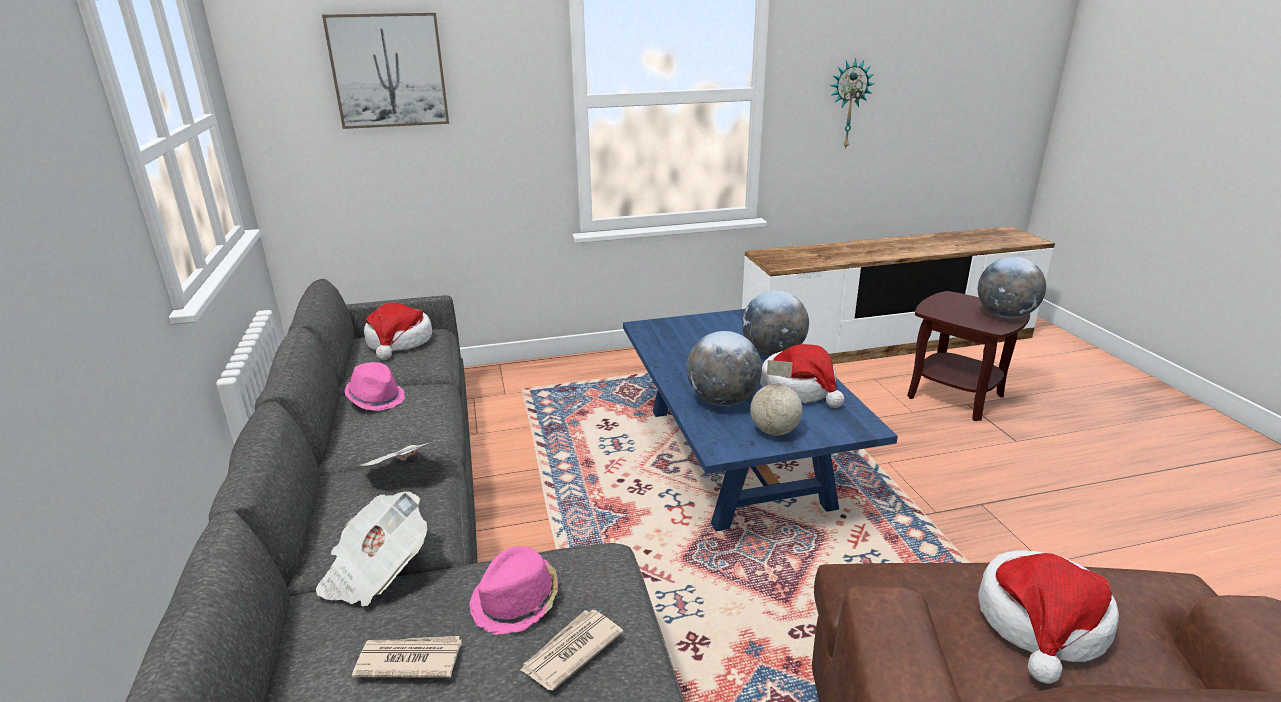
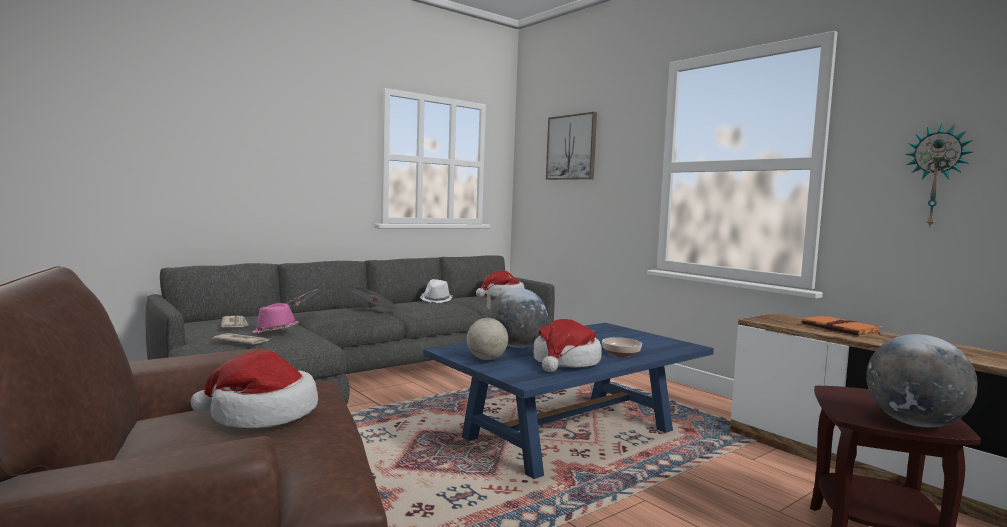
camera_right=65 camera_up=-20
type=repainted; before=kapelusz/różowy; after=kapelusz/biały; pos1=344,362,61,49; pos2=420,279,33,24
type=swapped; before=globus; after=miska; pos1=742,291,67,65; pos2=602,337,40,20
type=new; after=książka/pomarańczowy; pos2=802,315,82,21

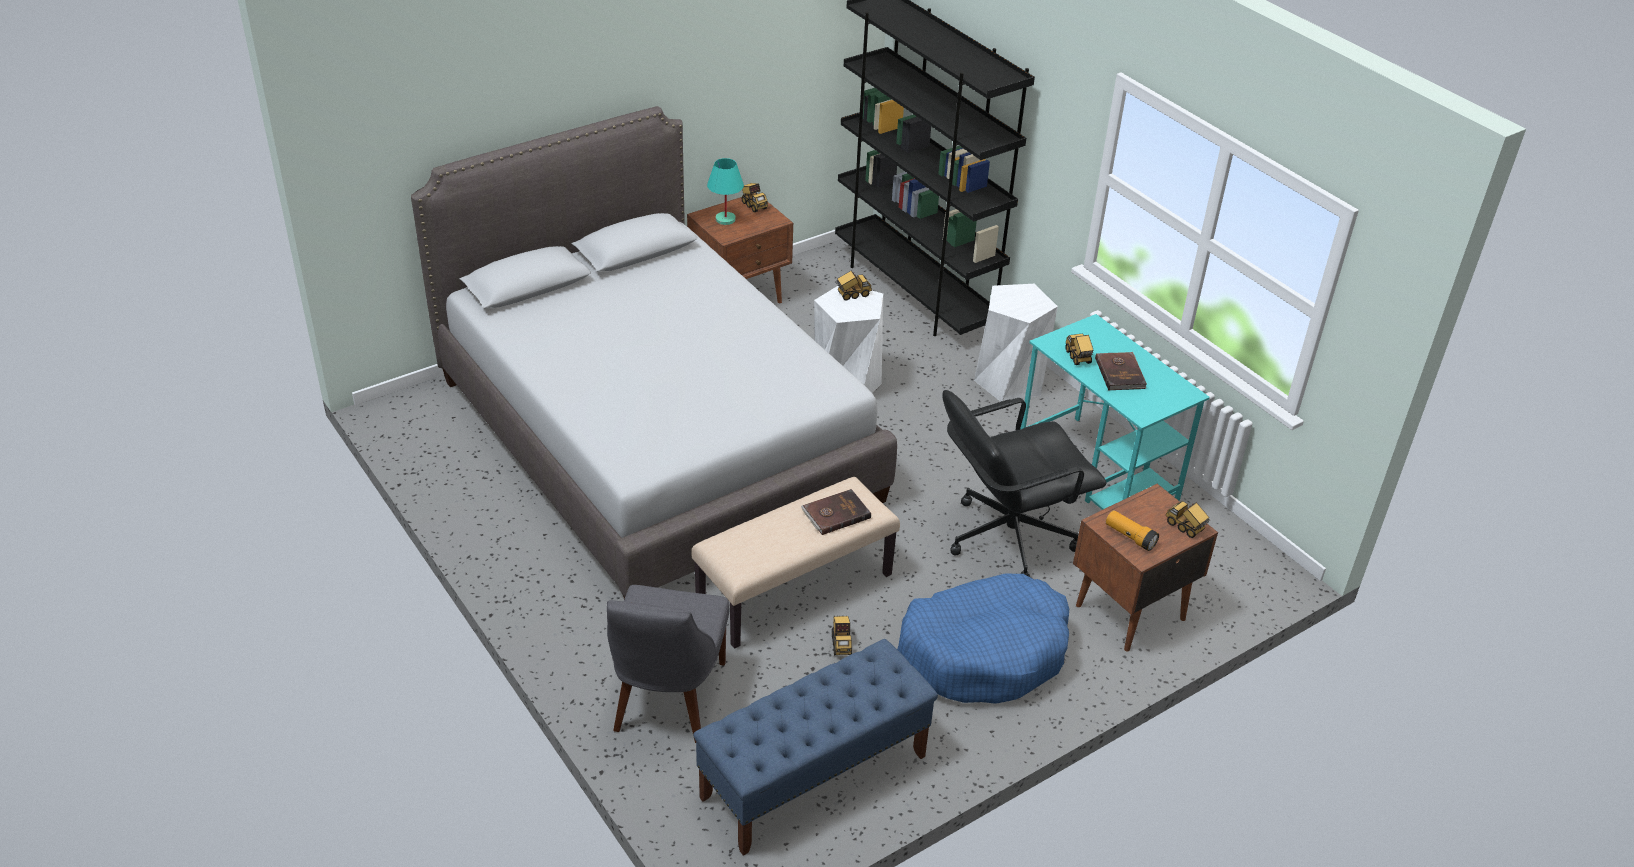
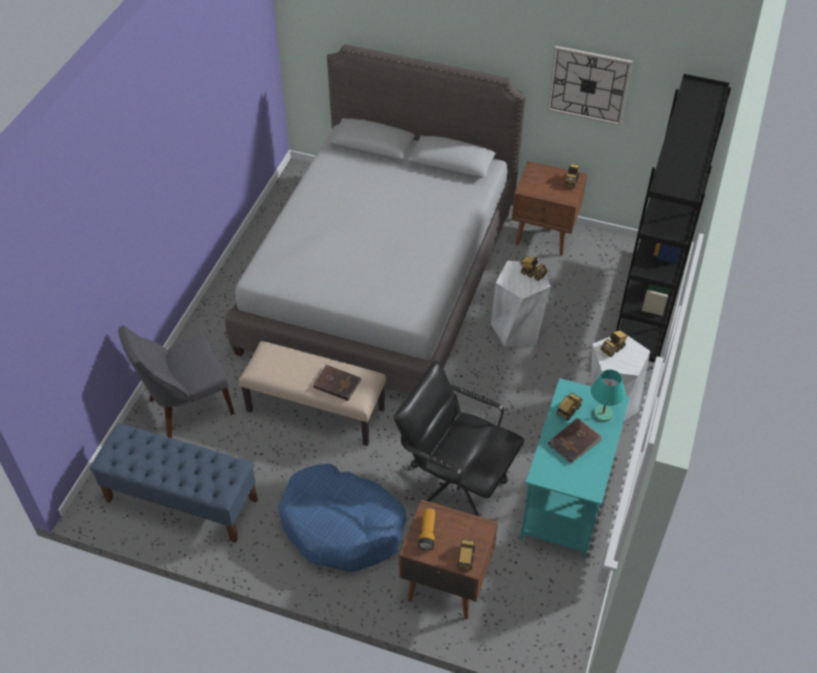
camera_right=55 camera_up=10
type=shifted; before=lampa stołowa/turkusowy; pos1=707,158,37,67; pos2=591,370,34,52
type=shifted; before=ciężarówka zabawkowa; pos1=832,615,20,40; pos2=600,330,28,27
type=new; after=zegar ścienny; pos2=547,46,85,80

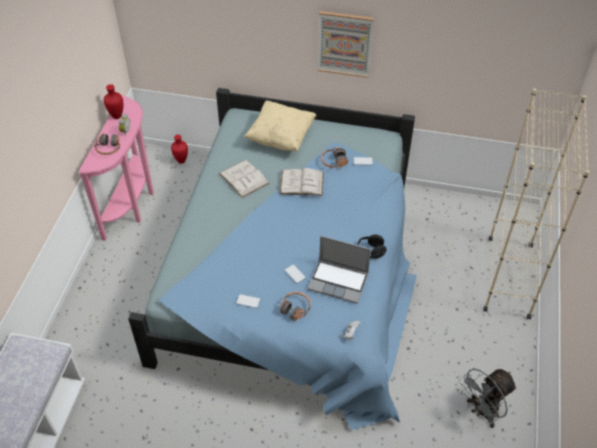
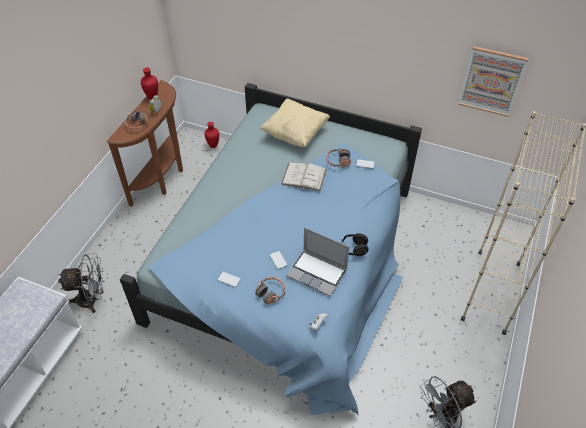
camera_right=10 camera_up=0
type=repainted; before=stolik konsolowy/różowy; after=stolik konsolowy/brązowy; pos1=79,95,75,146; pos2=107,80,76,127
type=gone; before=książka/biały; pos1=219,160,50,38
type=shifted; before=obraz; pos1=318,11,56,67; pos2=458,46,71,71
type=new; after=wentylator/szary; pos2=58,253,46,60

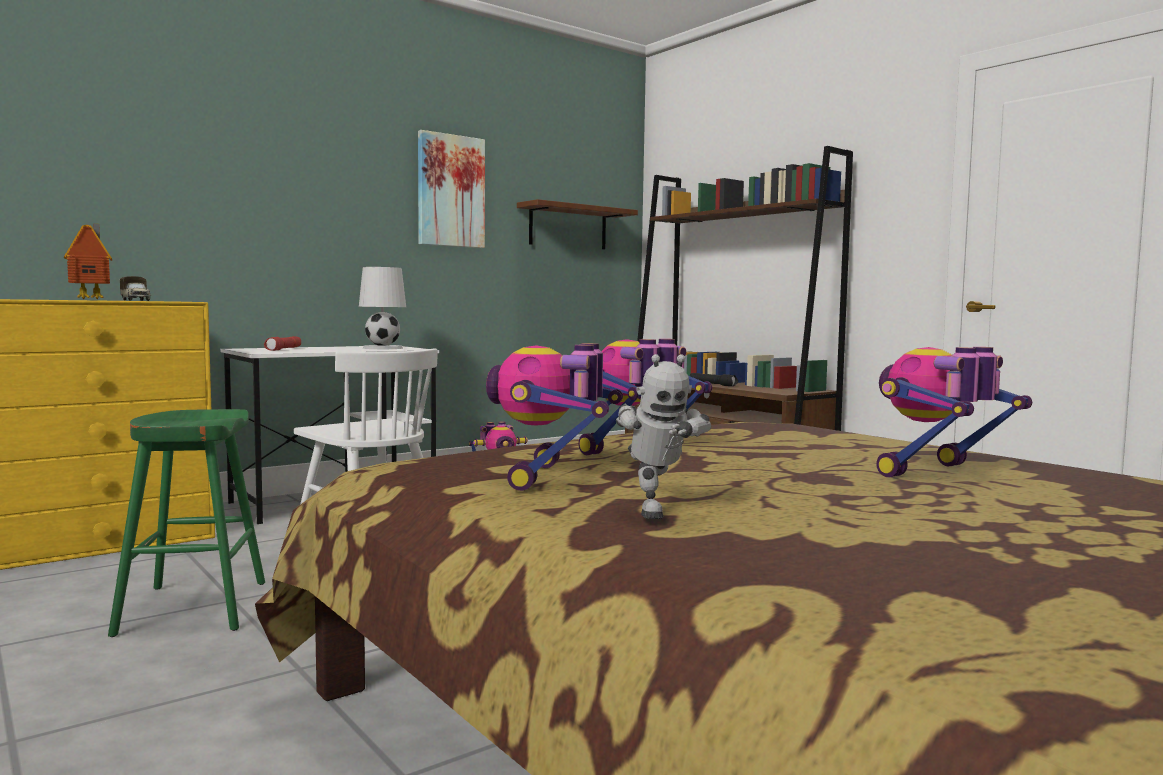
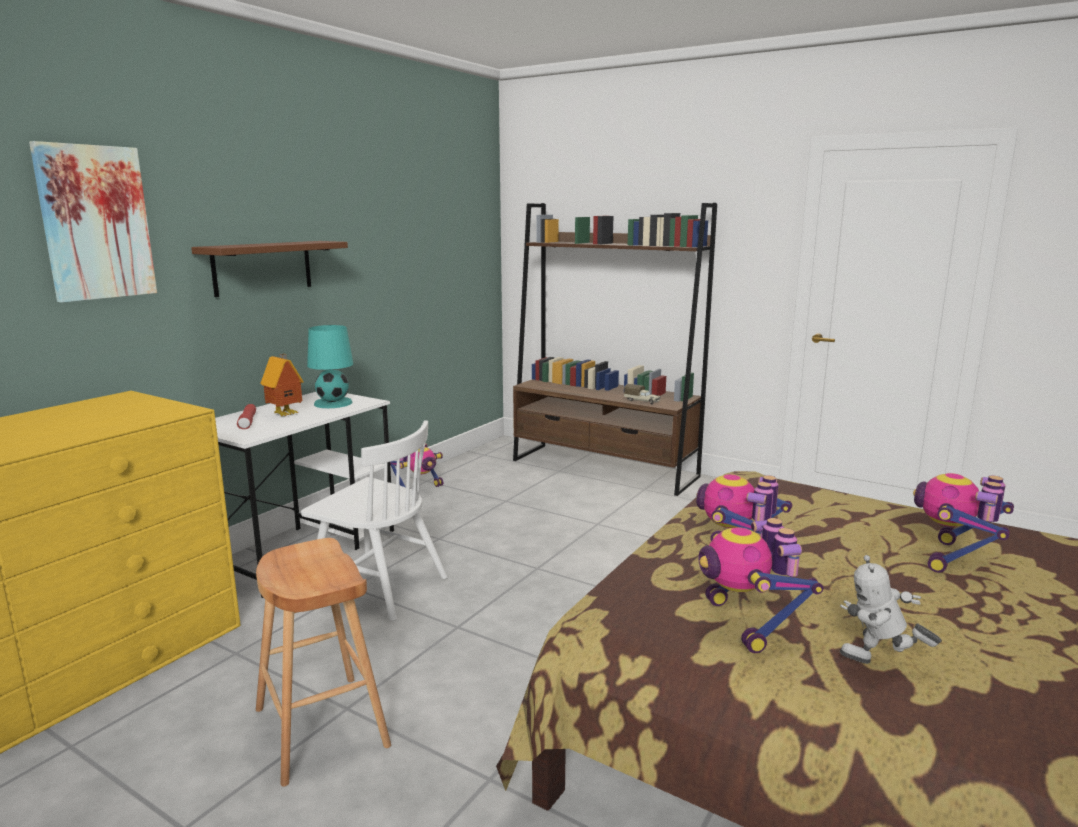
camera_right=-20 camera_up=10
type=shifted; before=domek; pos1=64,223,48,76; pos2=260,354,44,63
type=repainted; before=stołek/zielony; after=stołek/brązowy; pos1=108,409,157,228; pos2=256,538,135,249
type=shifted; before=ciężarówka zabawkowa; pos1=120,276,31,25; pos2=624,384,37,20
type=repainted; before=lampa stołowa/biały; after=lampa stołowa/turkusowy; pos1=359,267,47,82; pos2=307,325,46,83
type=shifted; before=obraz; pos1=418,130,67,118; pos2=29,141,128,162
type=shifted; before=półka/brązowy; pos1=517,199,121,50; pos2=191,241,157,56
type=rotated; before=robot zabawkowy; pos1=616,354,95,165; pos2=840,555,102,109; turn=135
type=gone; before=latarka/czarny; pos1=690,373,48,13

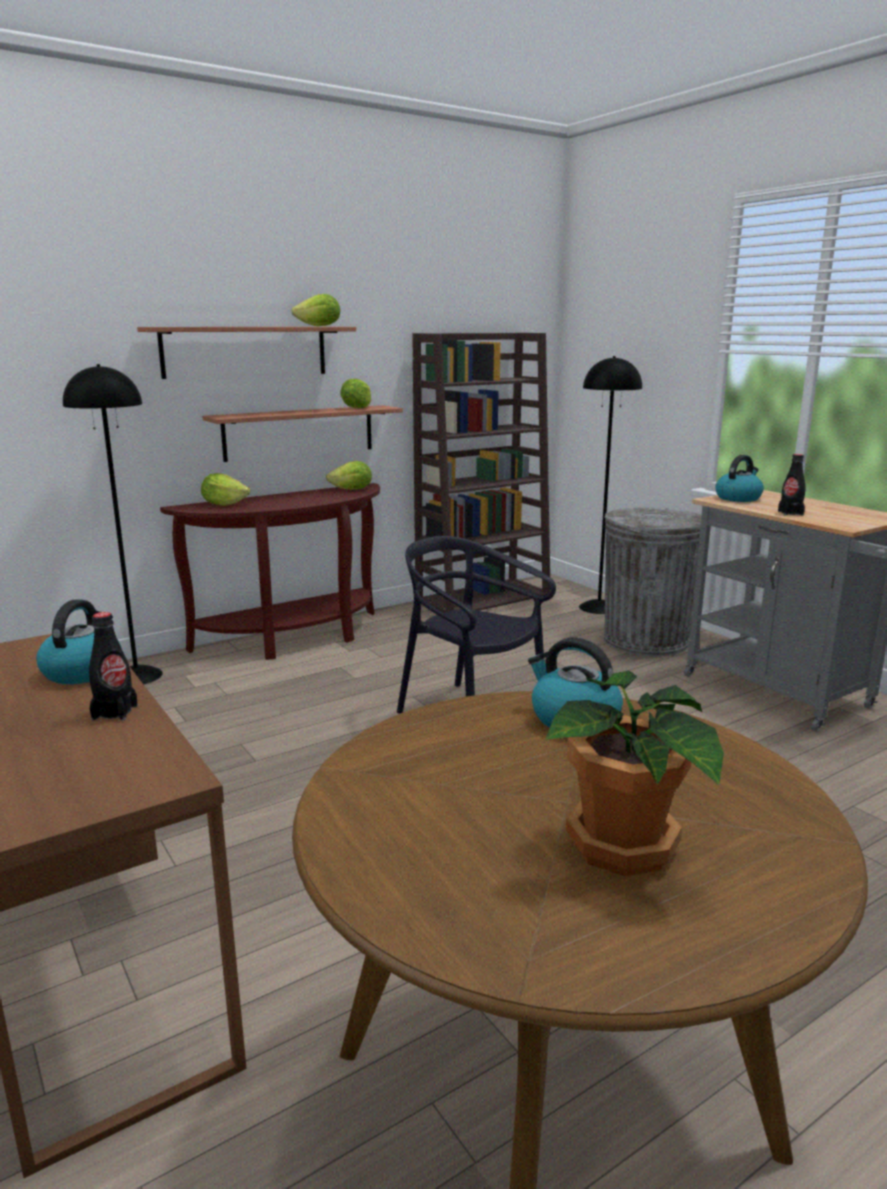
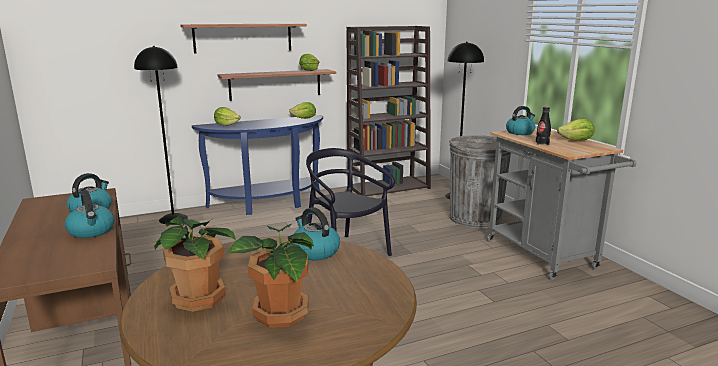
camera_right=10 camera_up=0
type=swapped; before=butelka/czarny; after=czajnik; pos1=89,612,49,109; pos2=65,190,49,48
type=repainted; before=stolik konsolowy/brązowy; after=stolik konsolowy/niebieski; pos1=160,483,220,177; pos2=192,115,131,100
type=shifted; before=sałata; pos1=291,294,49,32; pos2=557,119,38,22
type=new; after=roślina doniczkowa; pos2=154,216,82,96

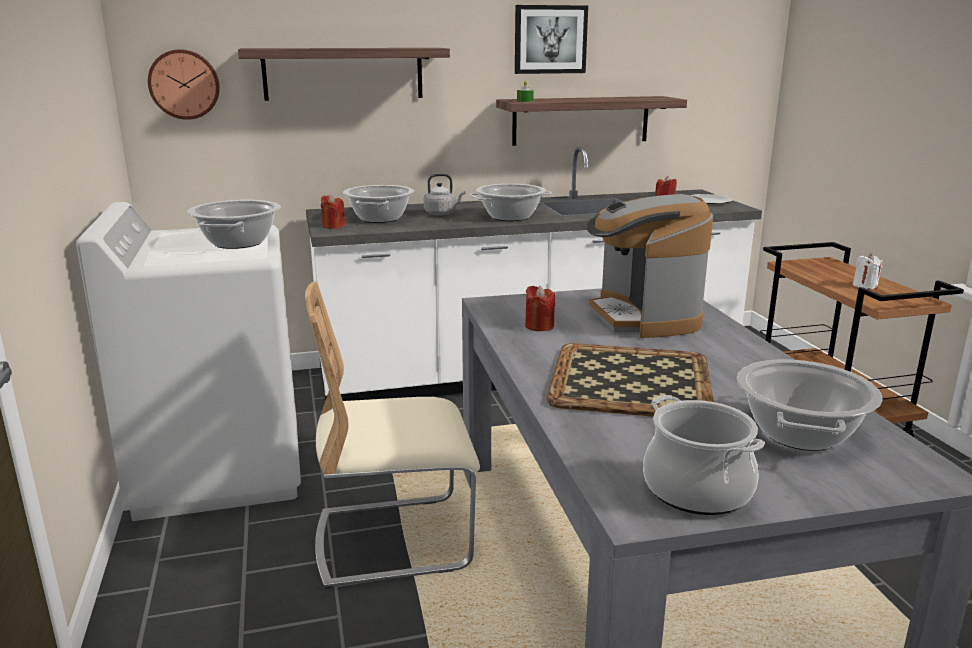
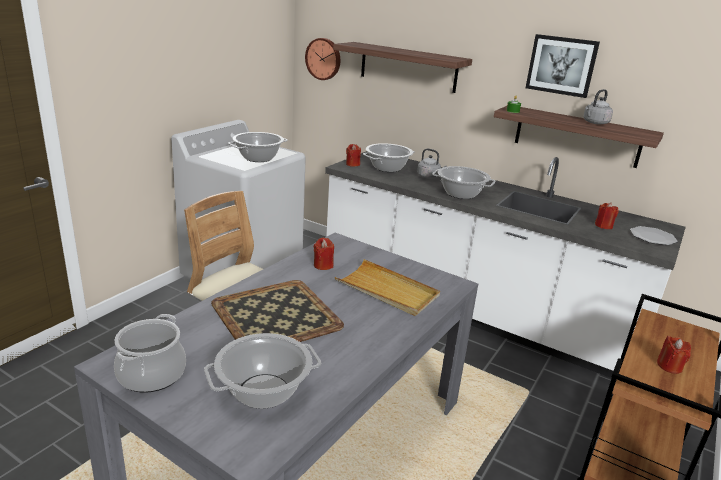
camera_right=45 camera_up=5
type=swapped; before=ekspres do kawy; after=taca/beżowy; pos1=587,194,126,144; pos2=335,259,105,57
type=repainted; before=świeca/biały; after=świeca/czerwony; pos1=853,253,30,36; pos2=657,336,34,38
type=new; after=czajnik/szary; pos2=583,89,30,36

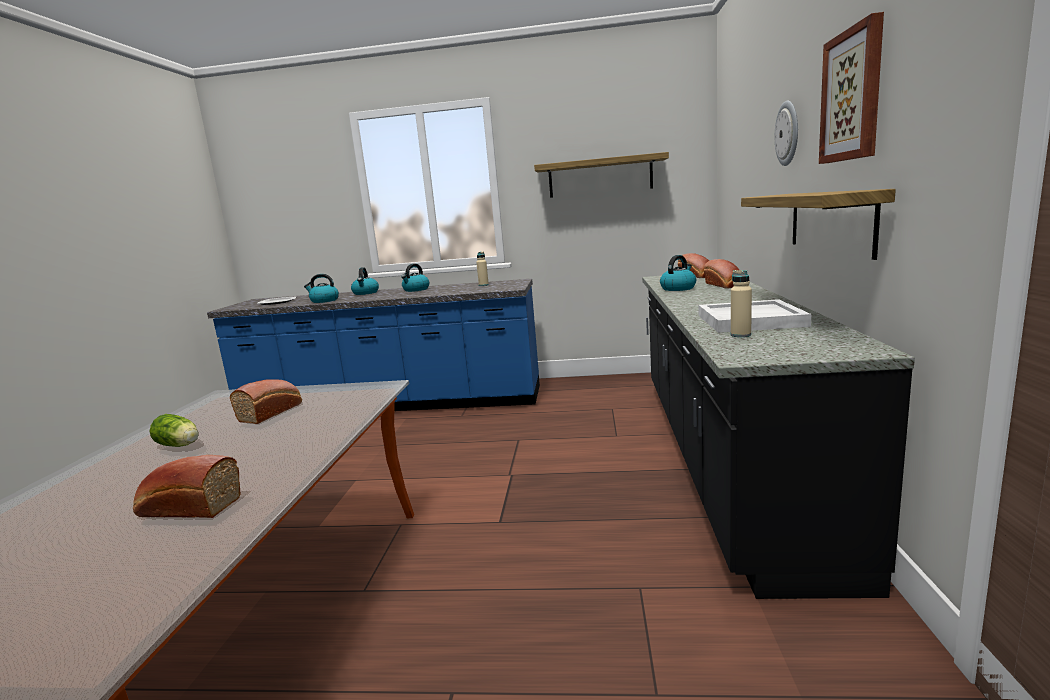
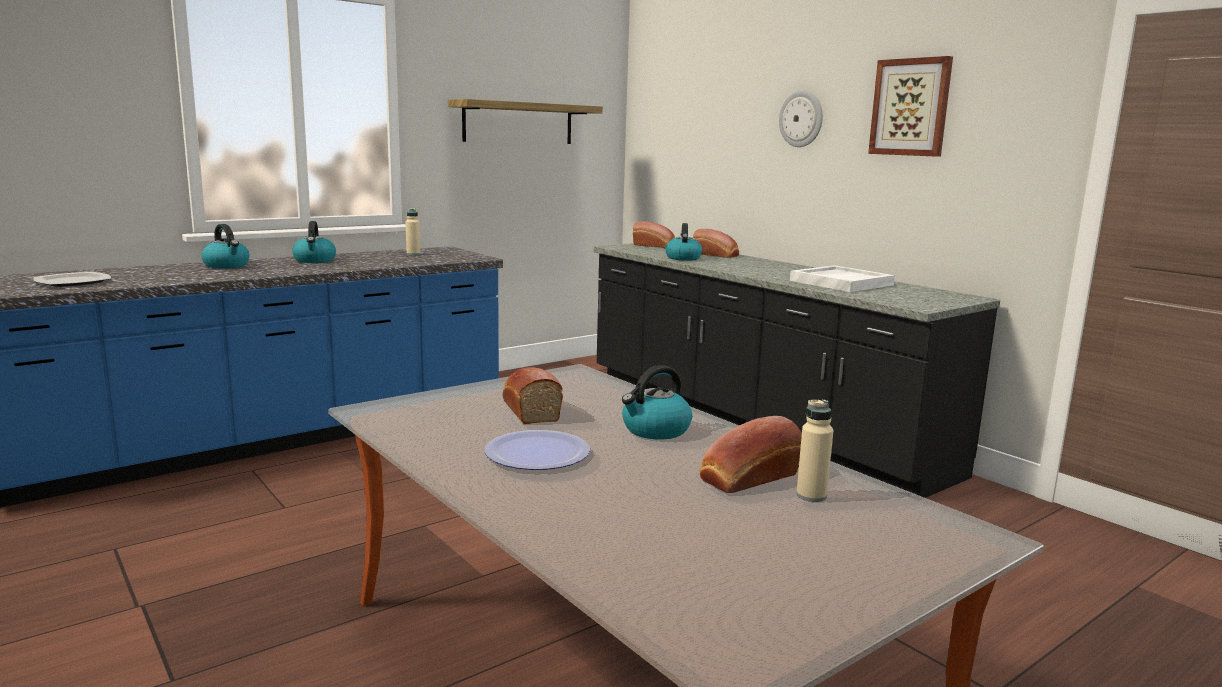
camera_right=-45 camera_up=0
type=swapped; before=sałata; after=talerz; pos1=150,414,49,33; pos2=484,430,106,40
type=shifted; before=czajnik; pos1=304,274,35,29; pos2=622,365,70,75
type=shifted; before=butelka/beżowy; pos1=731,270,21,67; pos2=796,399,37,103
type=gone; before=półka; pos1=741,189,155,71

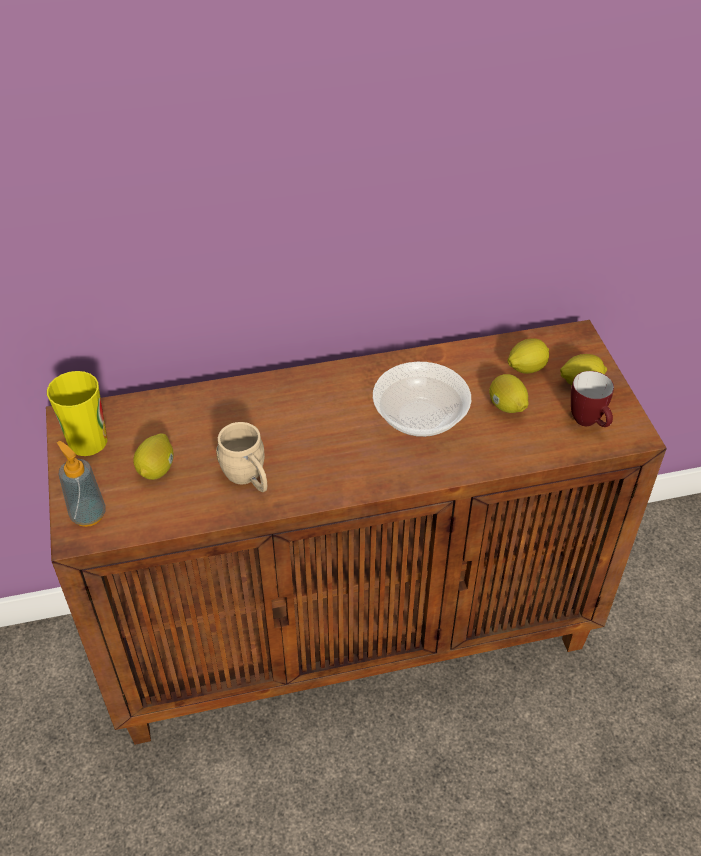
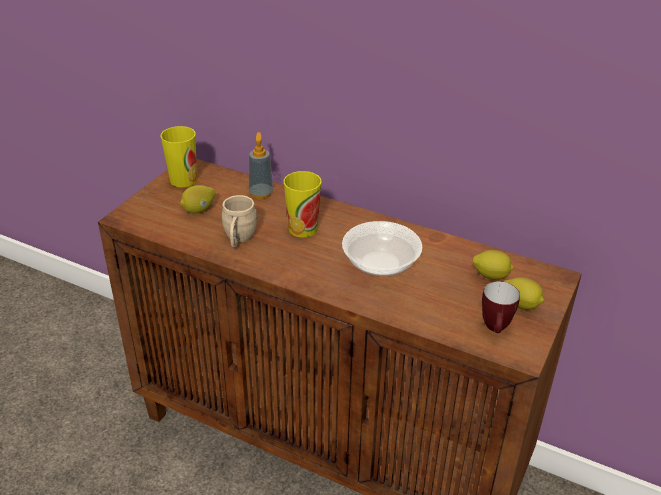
camera_right=40 camera_up=-10
type=shifted; before=dozownik mydła; pos1=57,441,49,86; pos2=249,132,24,67
type=gone; before=cytryna; pos1=489,374,40,39
type=new; after=filiżanka; pos2=284,171,37,66

